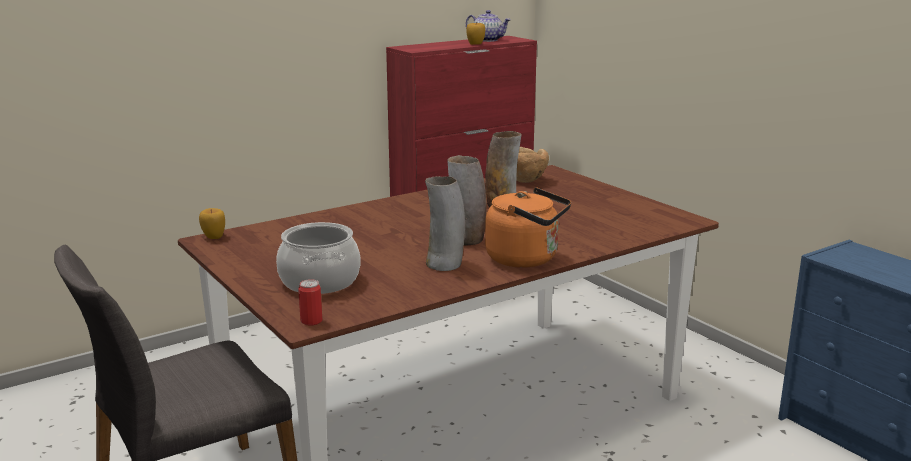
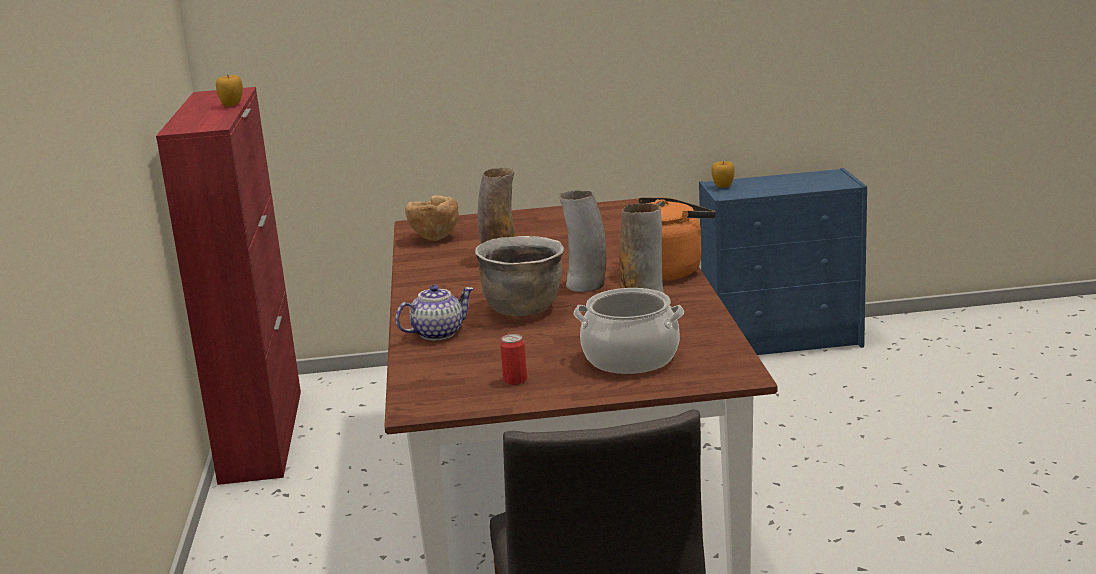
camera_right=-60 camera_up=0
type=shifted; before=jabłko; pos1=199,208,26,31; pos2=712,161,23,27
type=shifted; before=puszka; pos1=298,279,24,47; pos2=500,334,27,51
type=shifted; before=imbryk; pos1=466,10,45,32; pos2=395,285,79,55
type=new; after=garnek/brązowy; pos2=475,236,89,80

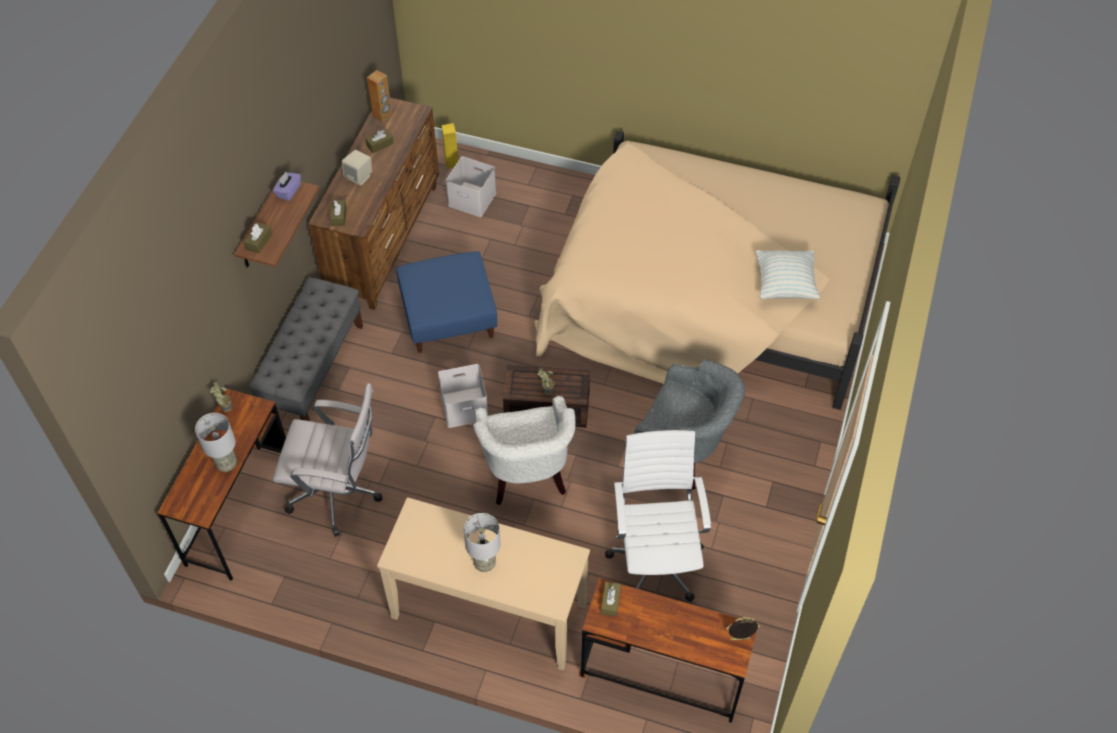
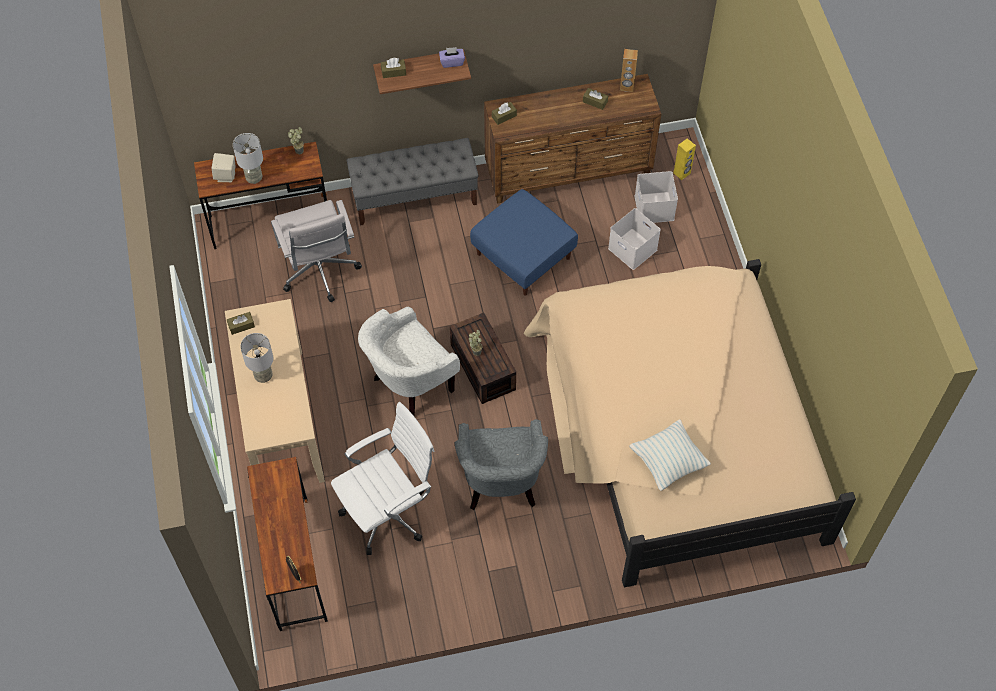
camera_right=60 camera_up=5
type=shifted; before=głośnik/beżowy; pos1=342,150,30,36; pos2=212,153,24,29
type=shifted; before=pojemnik do przechowywania/biały; pos1=438,364,50,64; pos2=608,208,53,62
type=shifted; before=pudełko chusteczek/brązowy; pos1=601,582,20,35; pos2=227,312,28,23

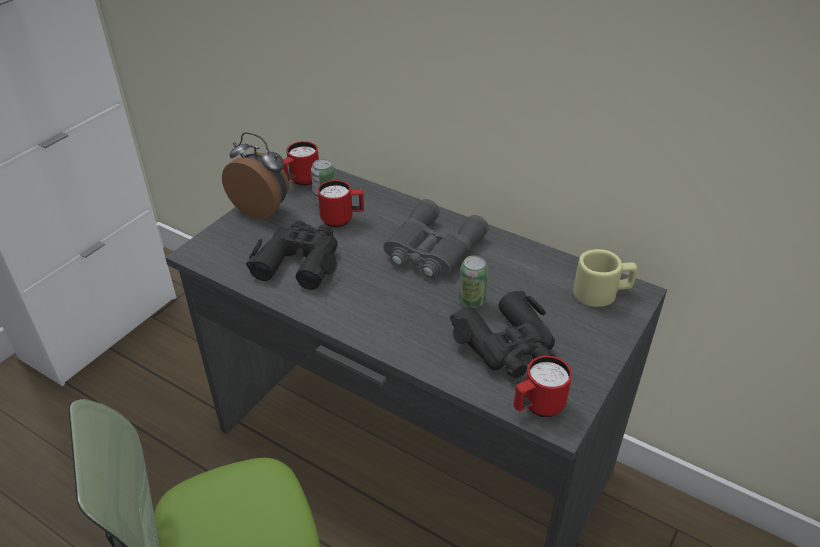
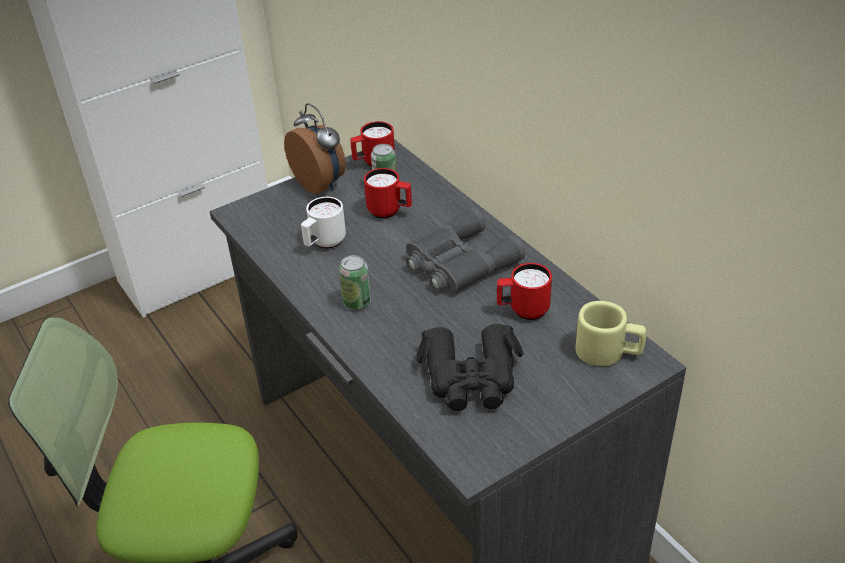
camera_right=25 camera_up=0
type=swapped; before=lornetka/czarny; after=kubek/biały; pos1=246,221,92,69; pos2=301,197,45,52
type=shifted; before=puszka; pos1=459,255,29,53; pos2=339,255,32,55
type=shifted; before=kubek/czerwony; pos1=514,355,58,62; pos2=497,263,55,57

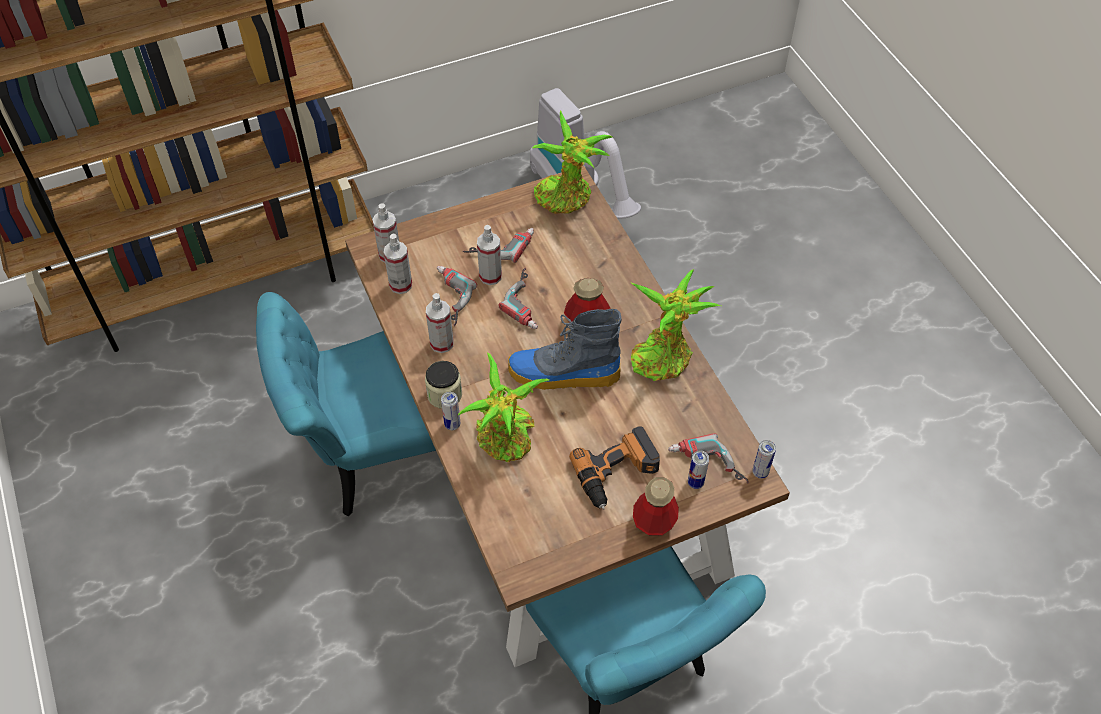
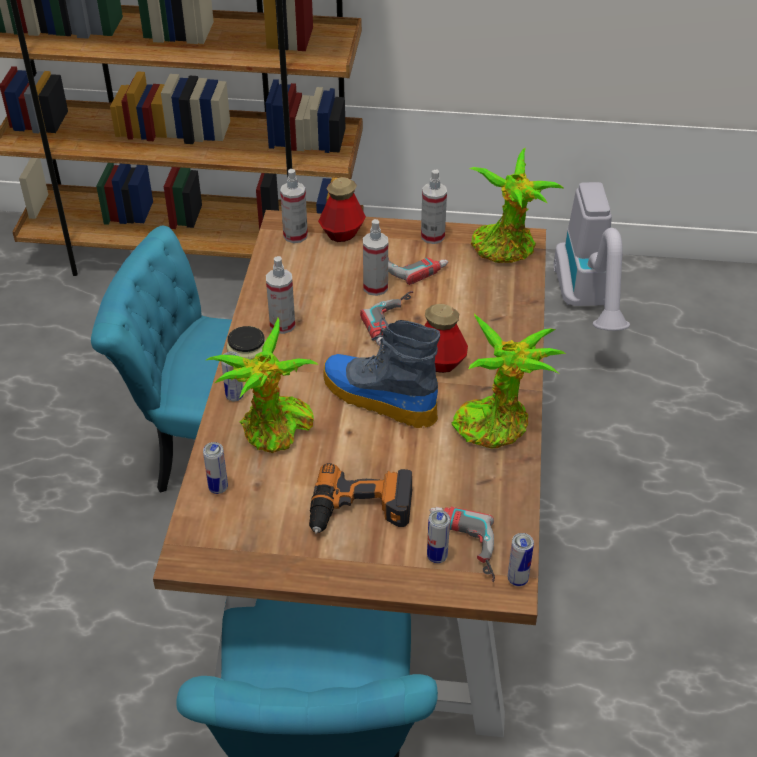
camera_right=30 camera_up=-10
type=shifted; before=spryskiwacz; pos1=384,233,28,61; pos2=421,170,26,74
type=gone; before=wiertarka; pos1=437,266,40,60
type=shifted; before=butelka; pos1=633,477,46,59; pos2=318,177,48,65
type=new; after=puszka; pos2=203,442,25,52

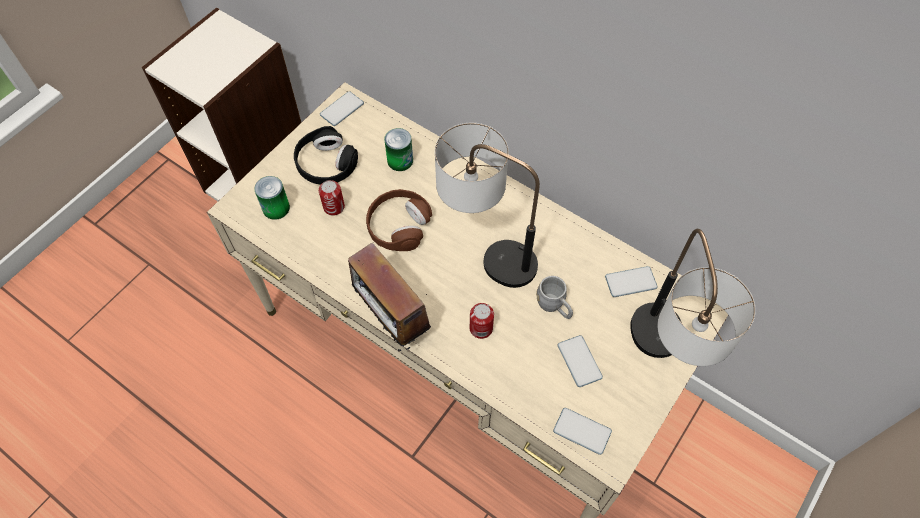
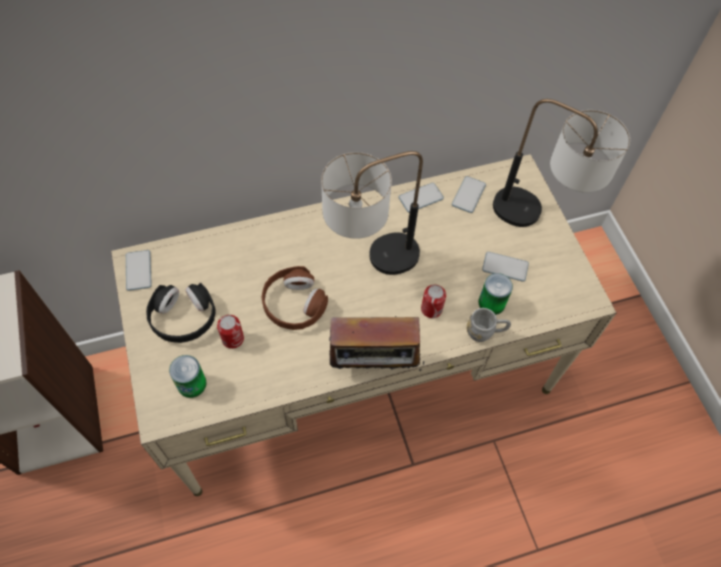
camera_right=-55 camera_up=0
type=shifted; before=puszka; pos1=384,128,29,43; pos2=478,273,35,42
type=shifted; before=kubek/szary; pos1=536,276,37,43; pos2=466,308,45,34
type=shifted; before=telefon; pos1=553,408,59,47; pos2=398,183,46,30

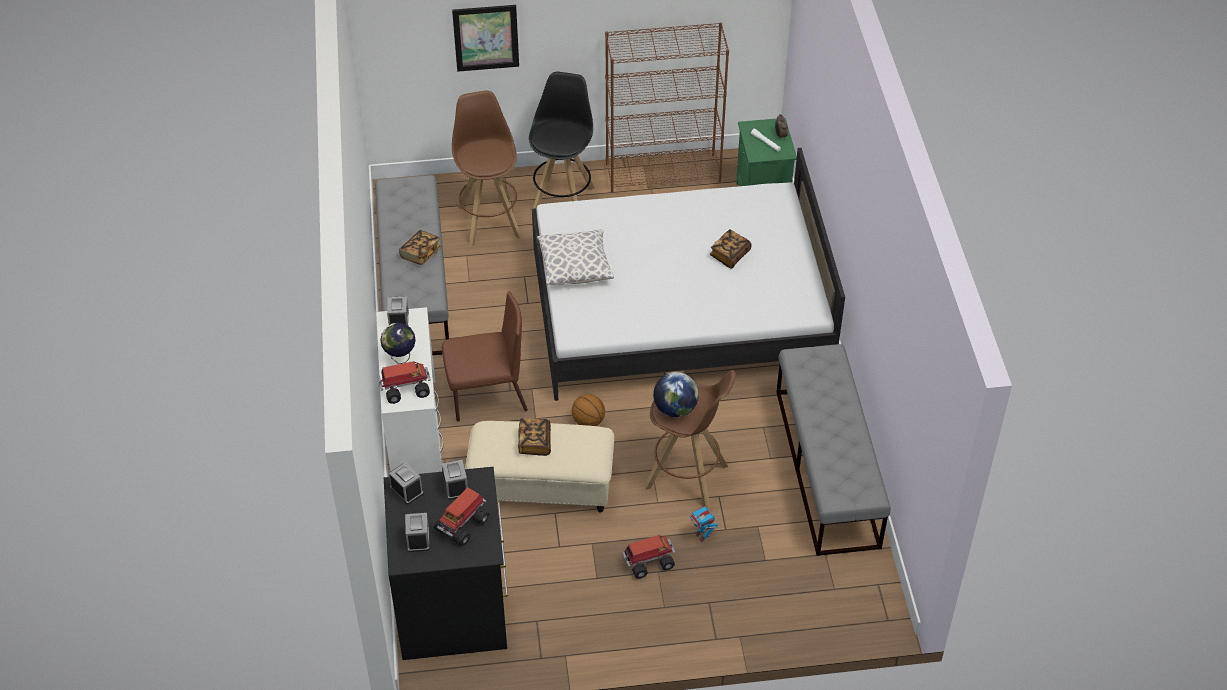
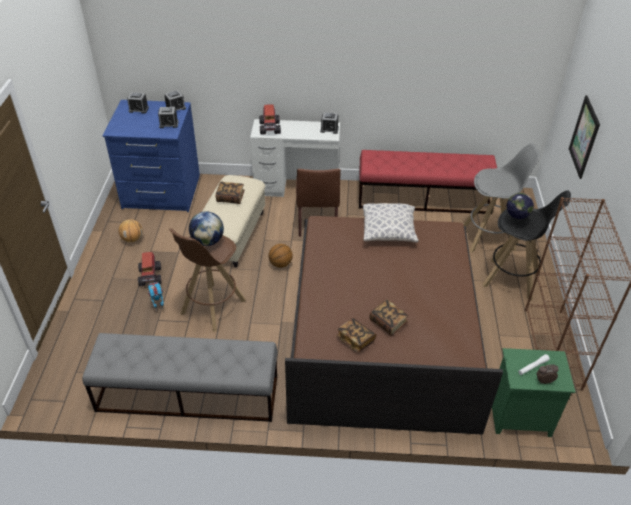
camera_right=100 camera_up=-5
type=repainted; before=ławka/szary; after=ławka/czerwony; pos1=375,175,74,180; pos2=359,150,138,64
type=shifted; before=globus; pos1=380,323,36,41; pos2=506,193,28,33
type=repainted; before=komoda/czarny; after=komoda/niebieski; pos1=384,467,124,193; pos2=103,100,97,112
type=shifted; before=książka; pos1=399,230,42,35; pos2=336,318,40,35
type=gone; before=ciężarówka zabawkowa; pos1=434,487,55,59
type=repainted; before=stołek/brązowy; after=stołek/szary; pos1=452,91,70,156; pos2=463,143,78,110
type=repainted; before=łóżko/biały; after=łóżko/brązowy; pos1=532,148,313,253; pos2=285,216,218,219
type=new; after=piłka do koszykówki; pos2=118,219,25,23

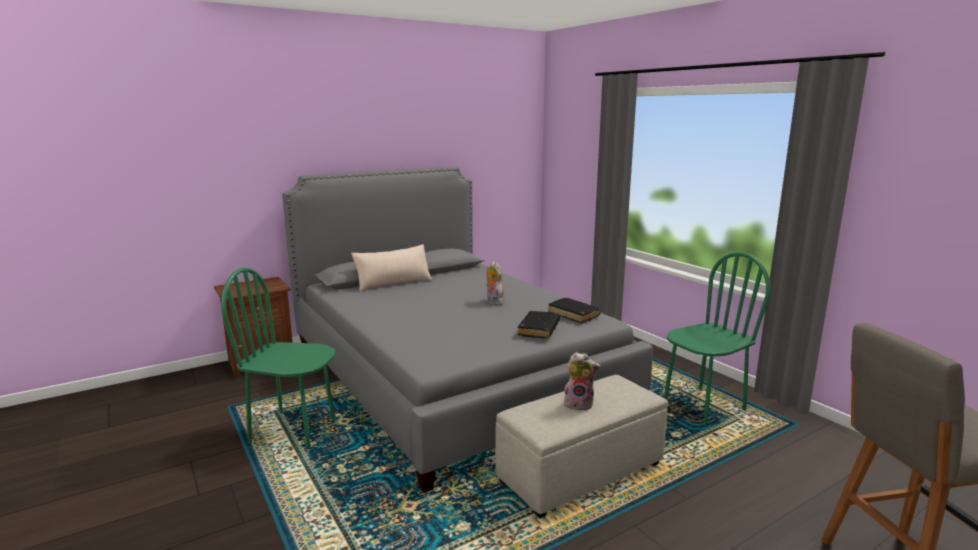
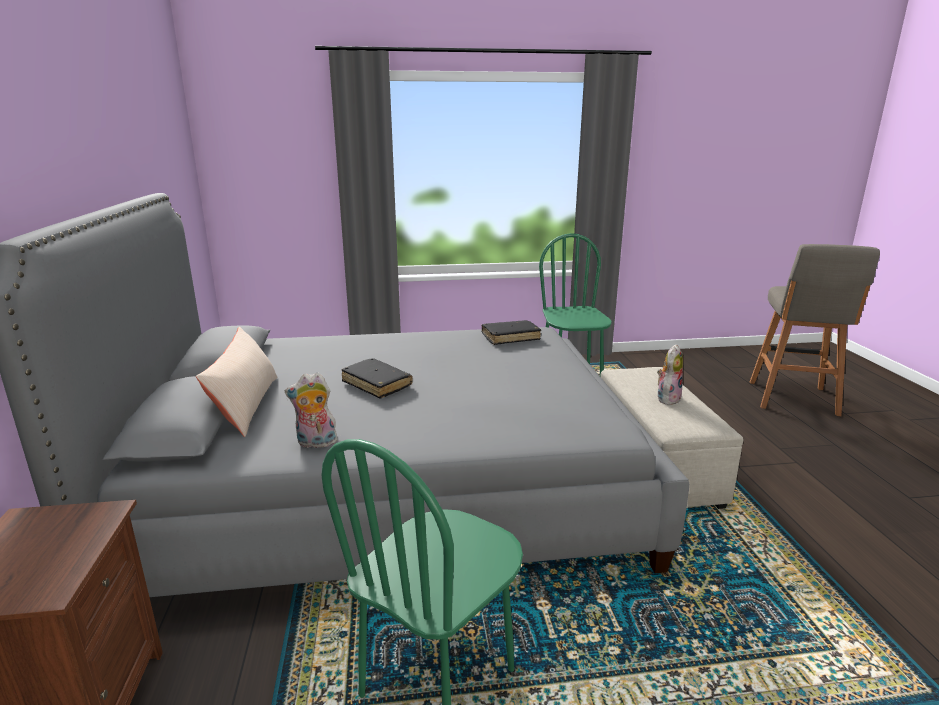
camera_right=-65 camera_up=5
type=shifted; before=pluszak; pos1=486,261,18,44; pos2=285,372,53,76
type=shifted; before=książka/czarny; pos1=518,311,42,27; pos2=341,358,72,40

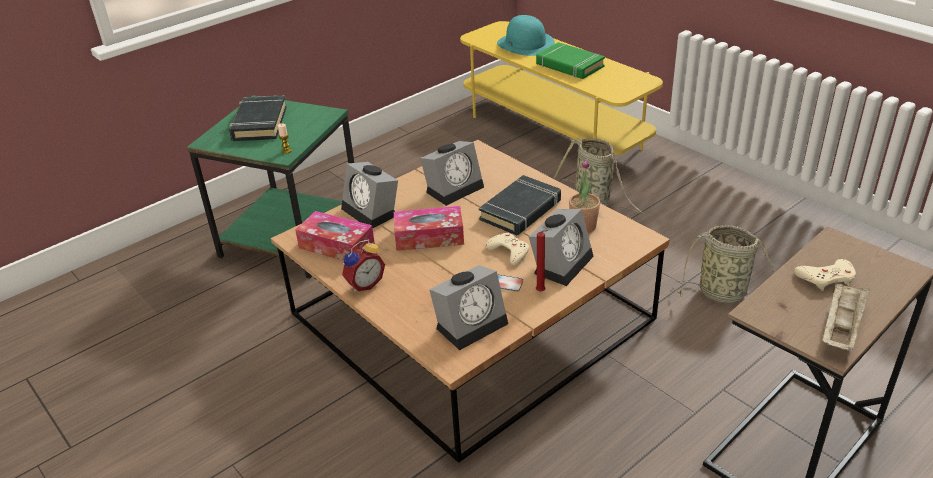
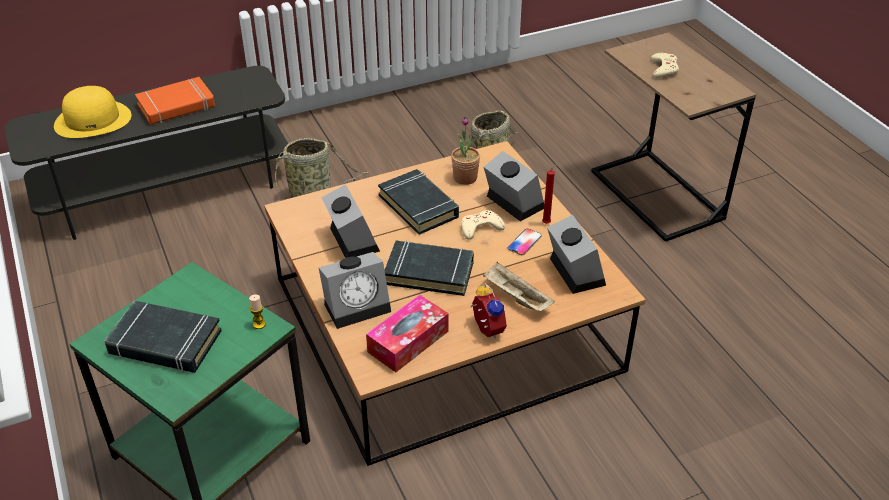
camera_right=-75 camera_up=5
type=swapped; before=pudełko chusteczek; after=książka/czarny; pos1=394,206,70,45; pos2=385,240,89,56
type=repainted; before=szafka pod telewizor/żółty; after=szafka pod telewizor/szary; pos1=460,21,203,134; pos2=5,66,283,174
type=repainted; before=kapelusz/turkusowy; after=kapelusz/żółty; pos1=497,15,58,41; pos2=54,86,77,52
type=repainted; before=książka/zielony; after=książka/pomarańczowy; pos1=536,42,69,37; pos2=135,77,80,48
type=shifted; before=taca/beżowy; pos1=822,282,48,69; pos2=483,262,72,49

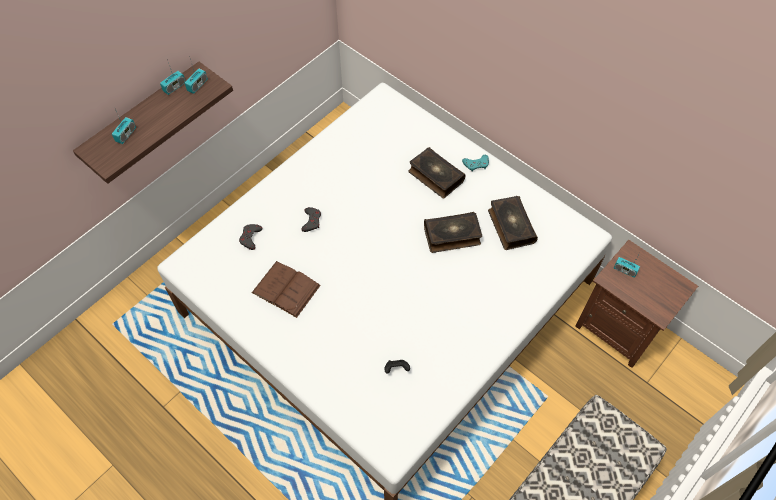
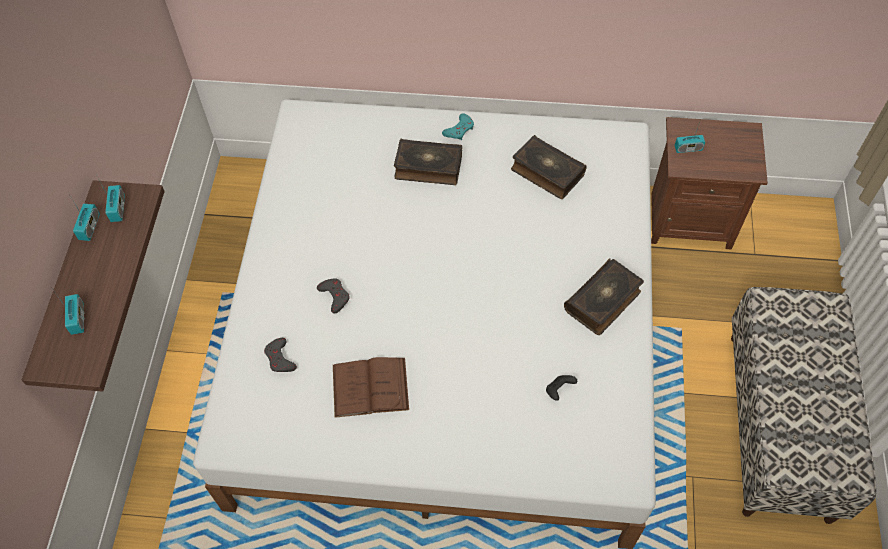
camera_right=-35 camera_up=0
type=shifted; before=książka; pos1=424,212,58,41; pos2=564,259,80,76

